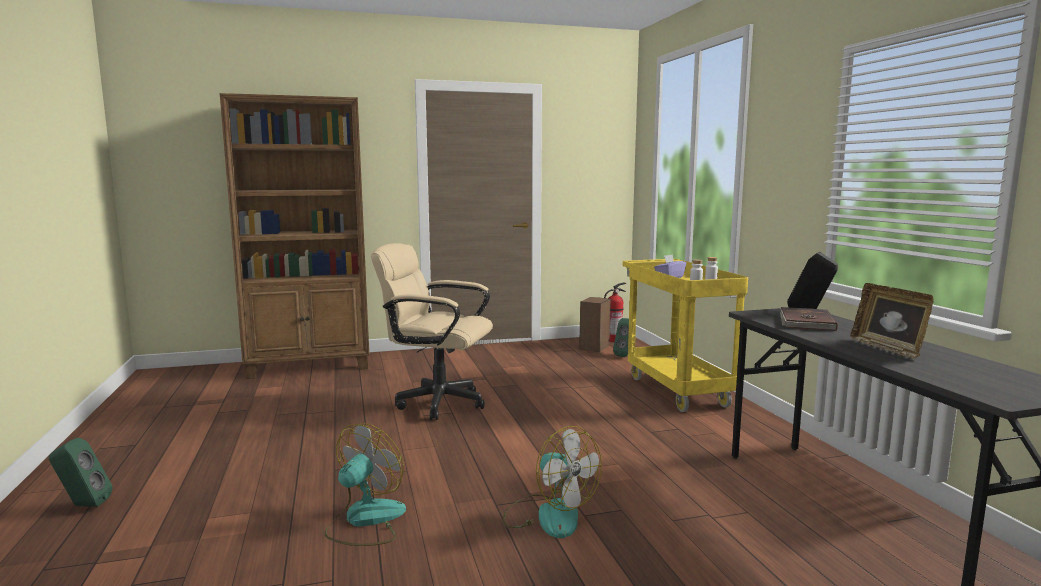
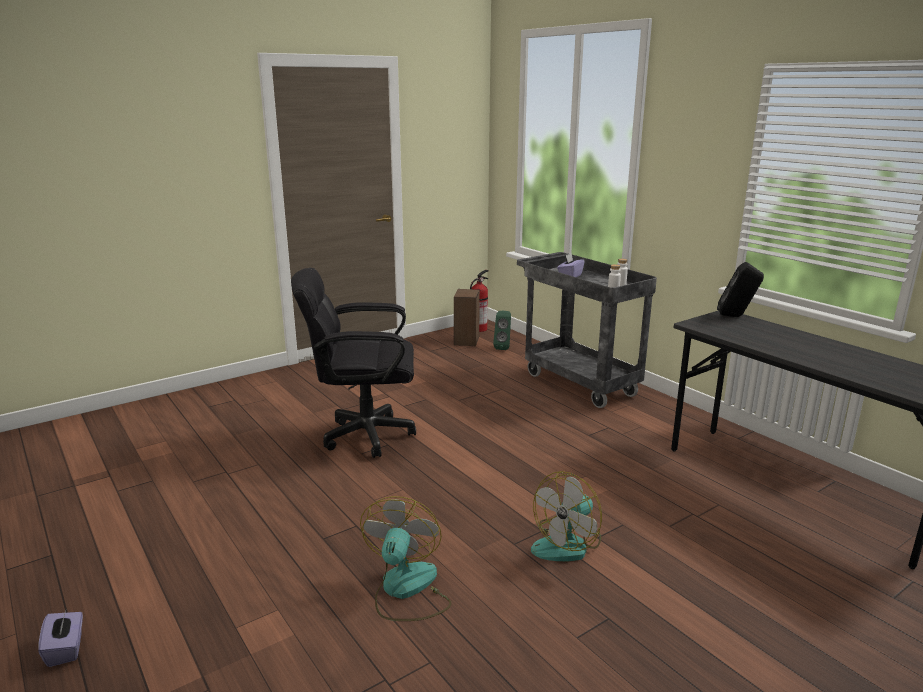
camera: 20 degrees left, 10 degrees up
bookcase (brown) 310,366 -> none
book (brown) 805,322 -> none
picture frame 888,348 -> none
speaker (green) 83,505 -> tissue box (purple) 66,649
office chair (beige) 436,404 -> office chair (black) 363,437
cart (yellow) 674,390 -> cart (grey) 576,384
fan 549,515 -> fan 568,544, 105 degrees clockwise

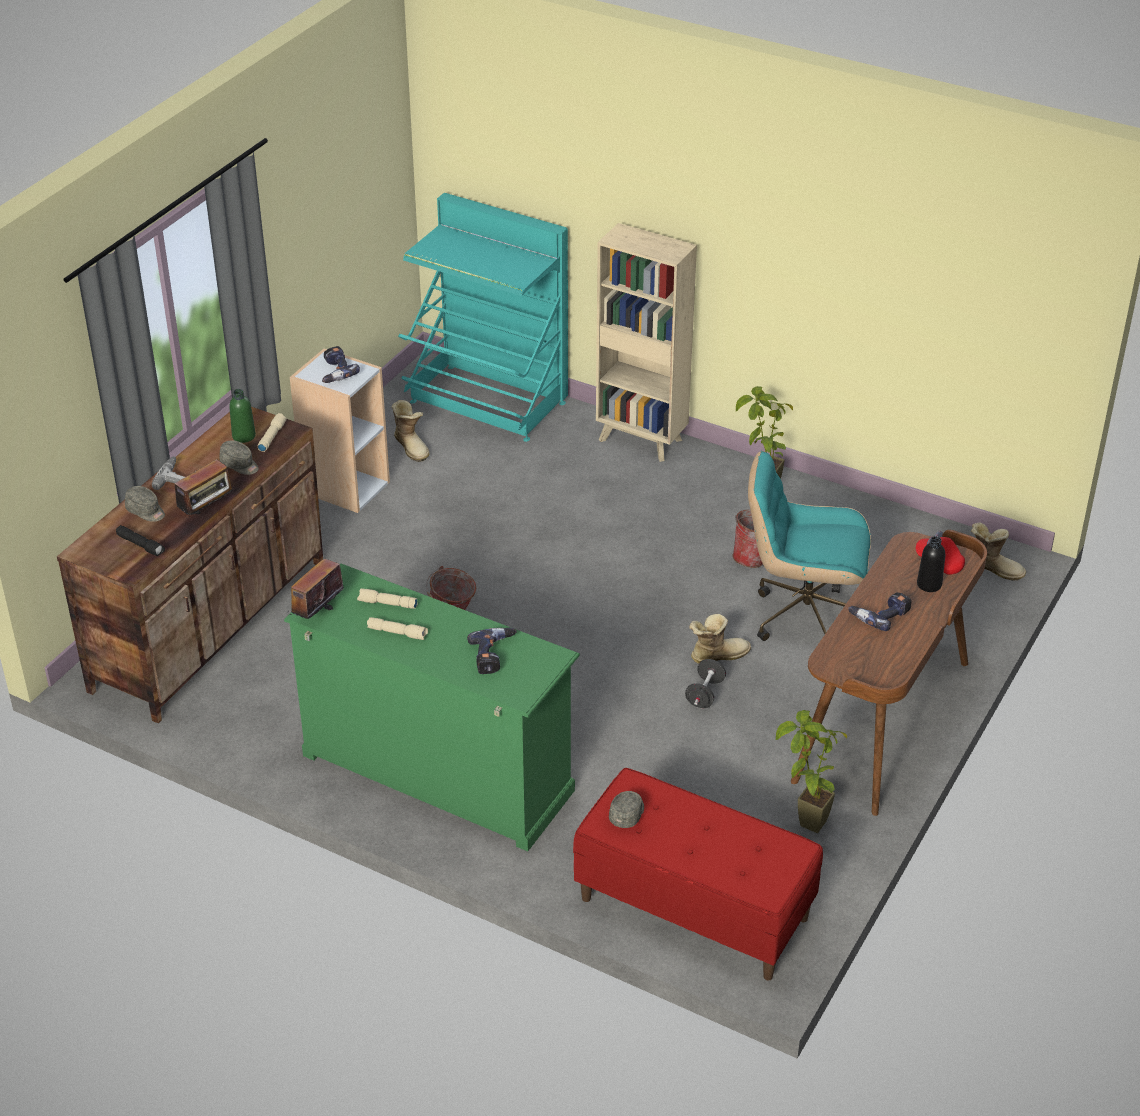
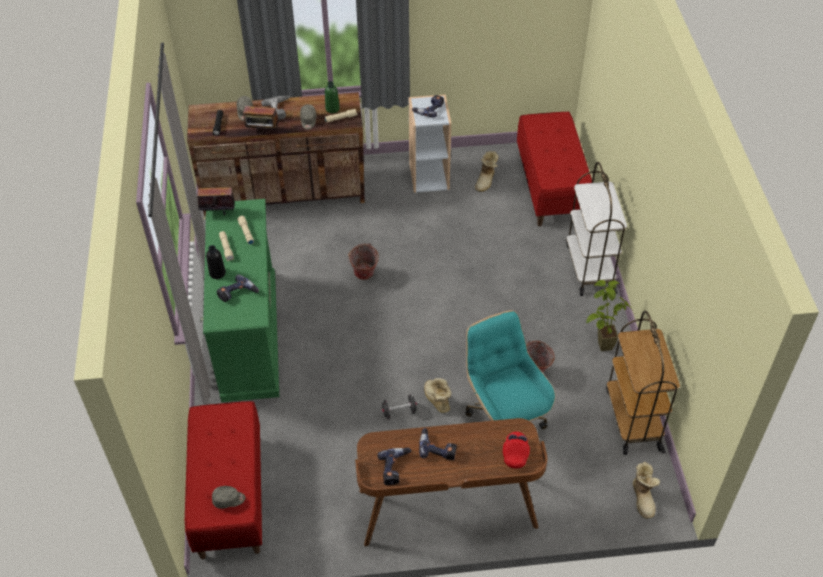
camera: 55 degrees right, 10 degrees up
potted plant 805,829 -> none
none -> power drill 395,468
none -> cart (brown) 633,418
cap (grey) 627,814 -> cap (grey) 229,500, moved
bottle (black) 929,584 -> bottle (black) 217,273, moved
shoe rack (turquoise) 484,405 -> bench (red) 551,187
bookcase (beige) 641,441 -> cart (white) 589,267
boot 717,655 -> boot 436,400, 150 degrees counterclockwise

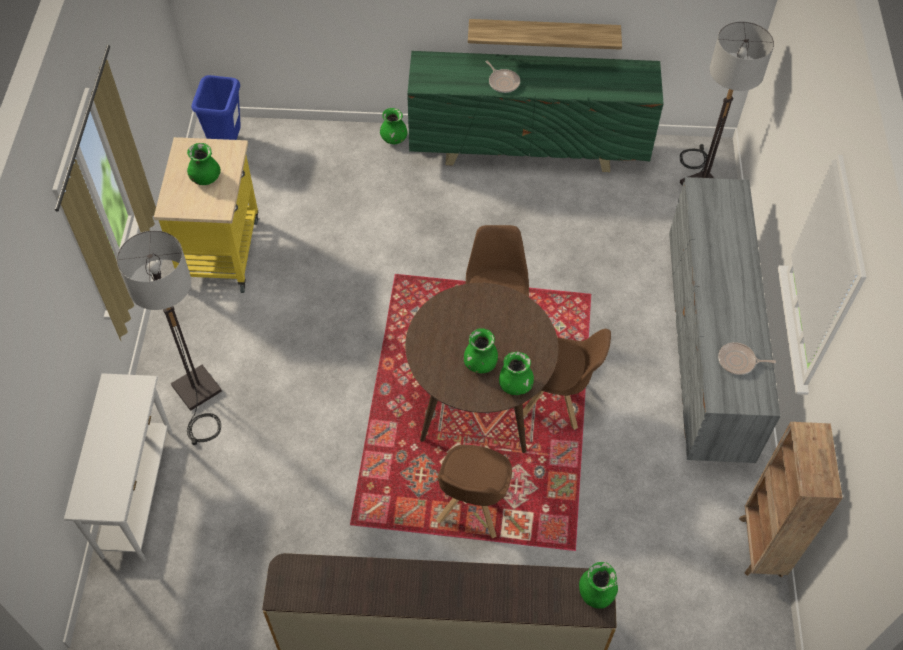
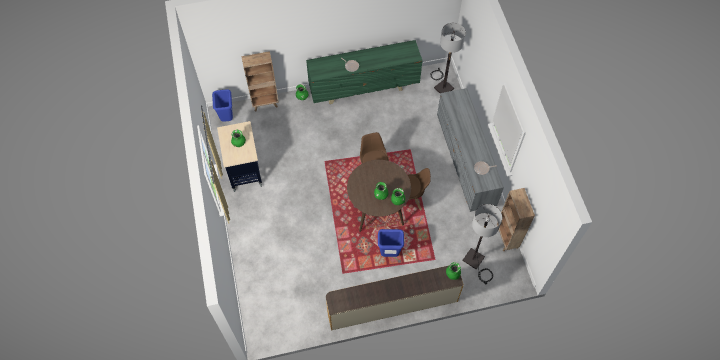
camera: 15 degrees left, 5 degrees up
console table (white) 137,492 -> none
shelf 543,33 -> none
none -> bookcase (brown) 265,104
floor lamp 198,400 -> floor lamp 476,264, moved
chair (brown) 472,507 -> trash can (blue) 389,253
cart (yellow) 220,253 -> cart (blue) 244,170

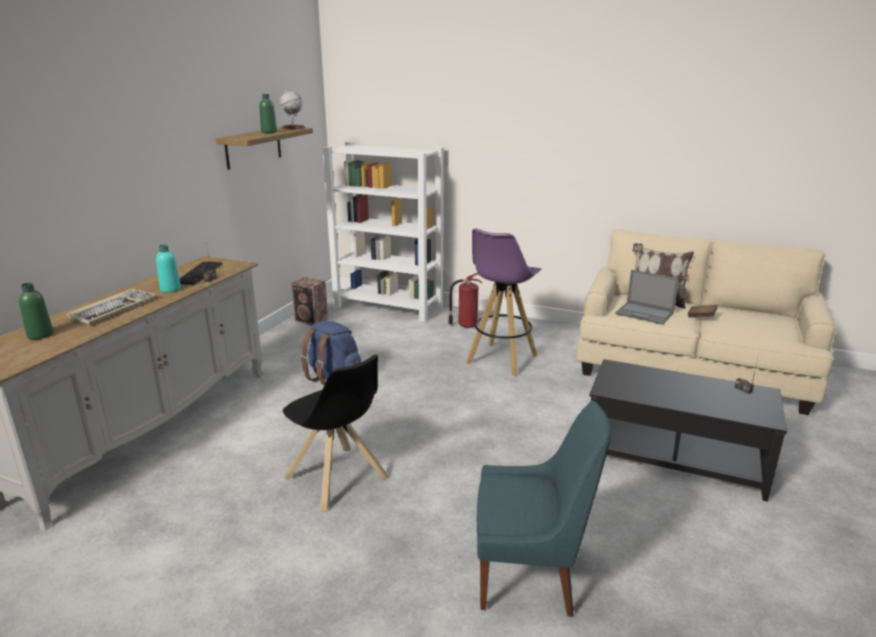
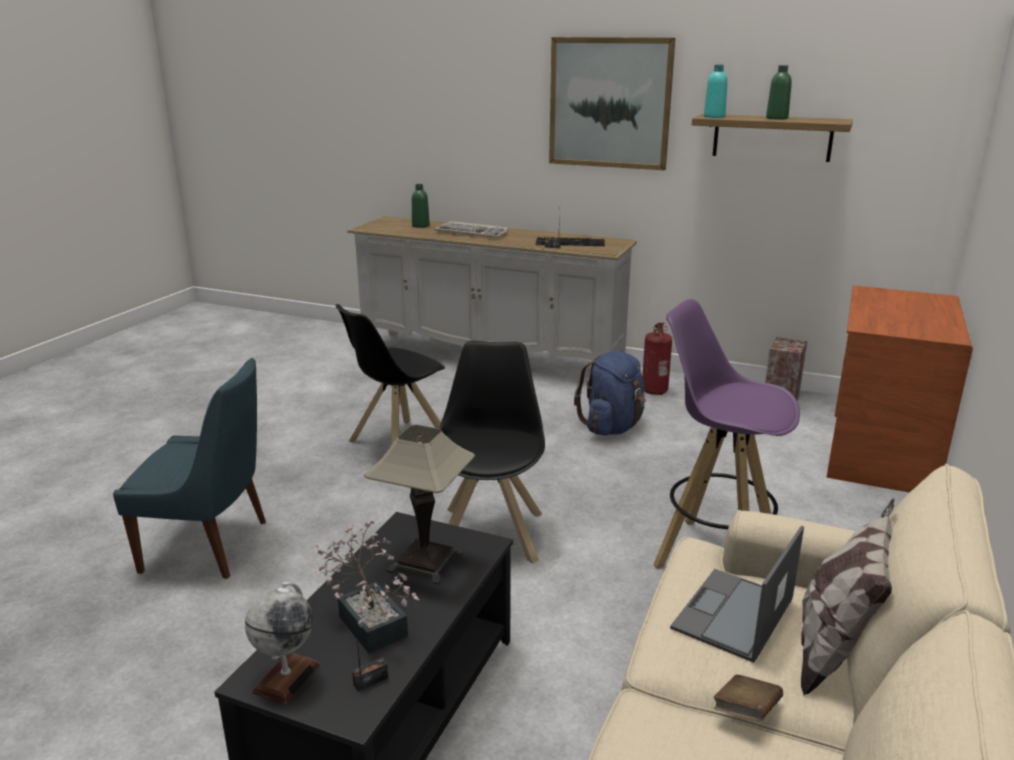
camera: 90 degrees right, 0 degrees up
none -> potted plant 370,621
none -> table lamp 425,562
none -> chair (black) 491,532
none -> picture 609,103
bottle (turquoise) 170,289 -> bottle (turquoise) 714,117, moved
globe 293,128 -> globe 286,678, moved
fire extinguisher 466,325 -> fire extinguisher 654,391, moved
bookcase (white) 388,306 -> desk (brown) 879,452
chair (blue) 530,575 -> chair (blue) 210,546, 90 degrees counterclockwise

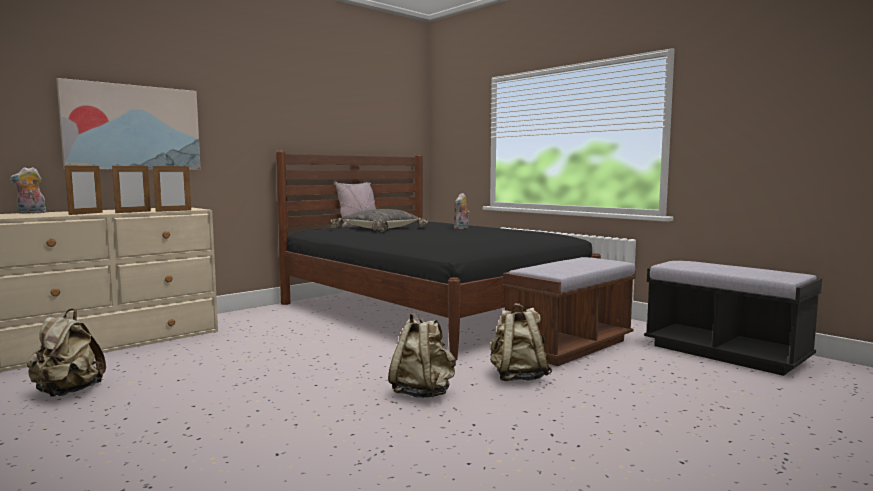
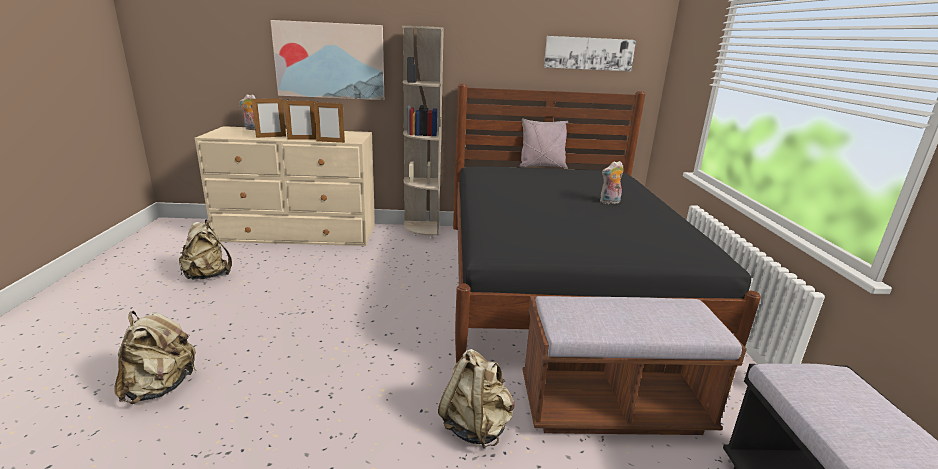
camera: 40 degrees right, 15 degrees up
pillow 380,228 -> none
none -> bookcase (beige) 422,232
none -> picture 588,53
backpack (beige) 423,393 -> backpack (beige) 160,387, moved

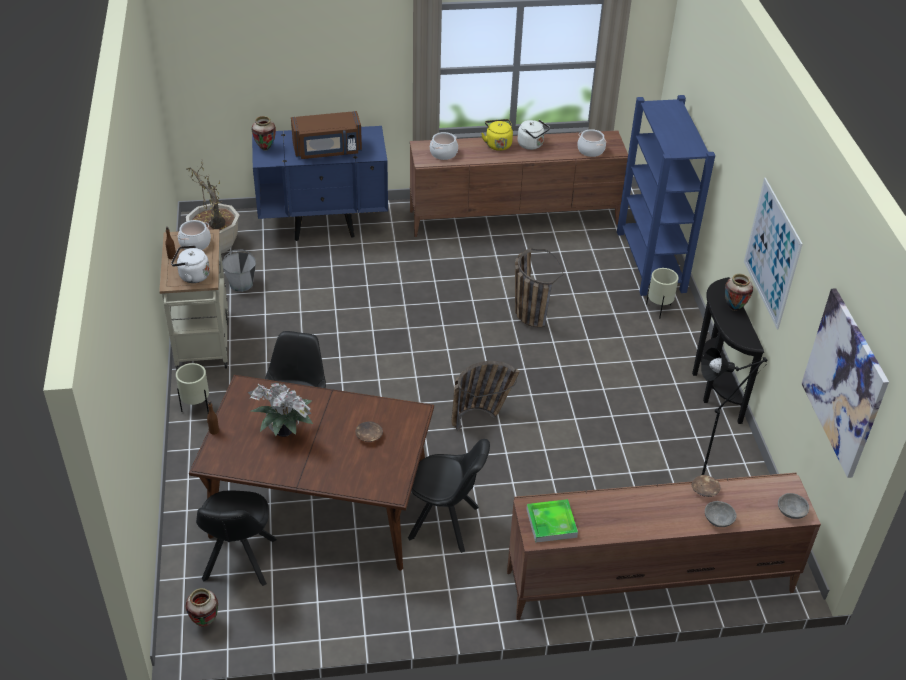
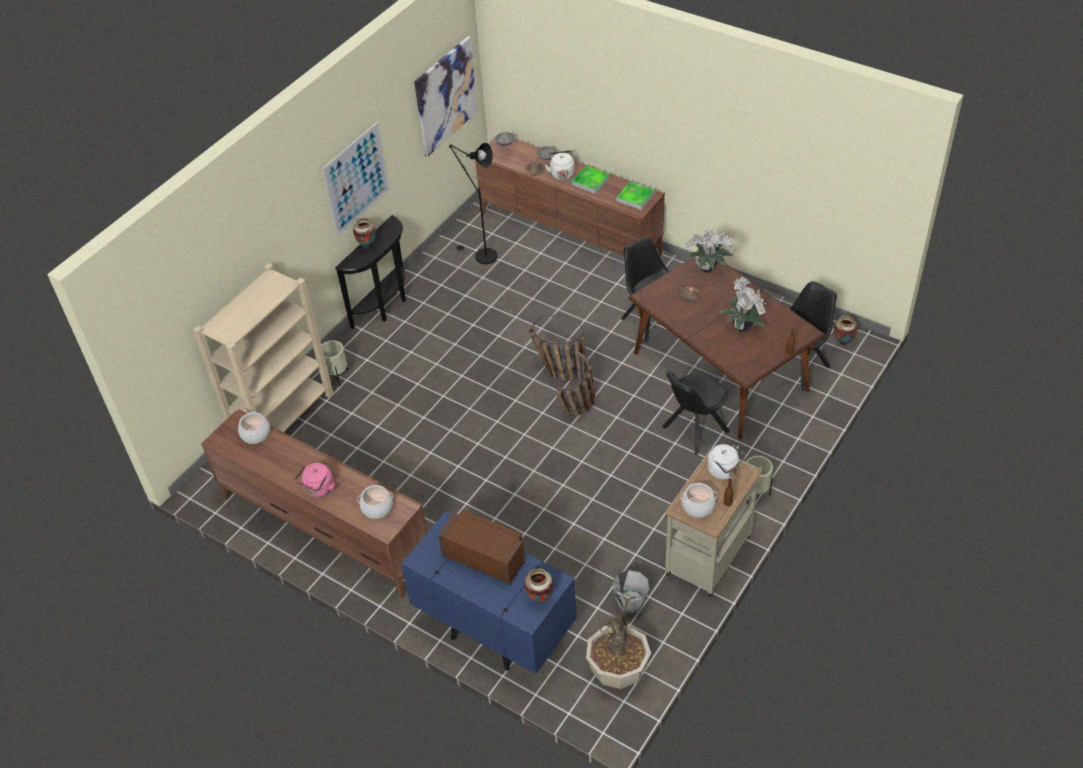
camera: 135 degrees left, 5 degrees up
none -> tray 590,181
none -> potted plant 708,269
basket 527,310 -> basket 576,409, moved
kettle (white) 532,145 -> kettle (white) 561,173, moved
kettle (yellow) 498,144 -> kettle (pink) 318,490
bookcase (blue) 651,261 -> bookcase (beige) 283,418

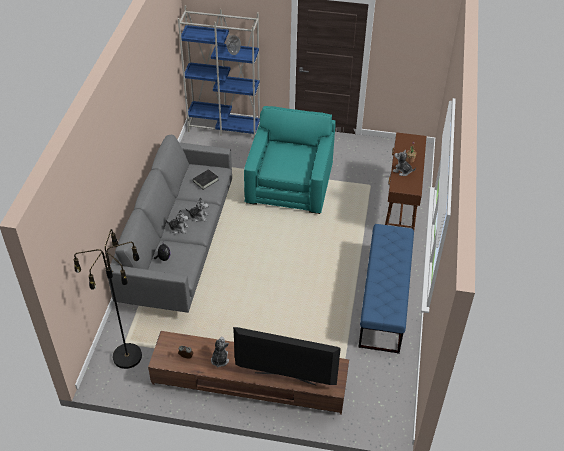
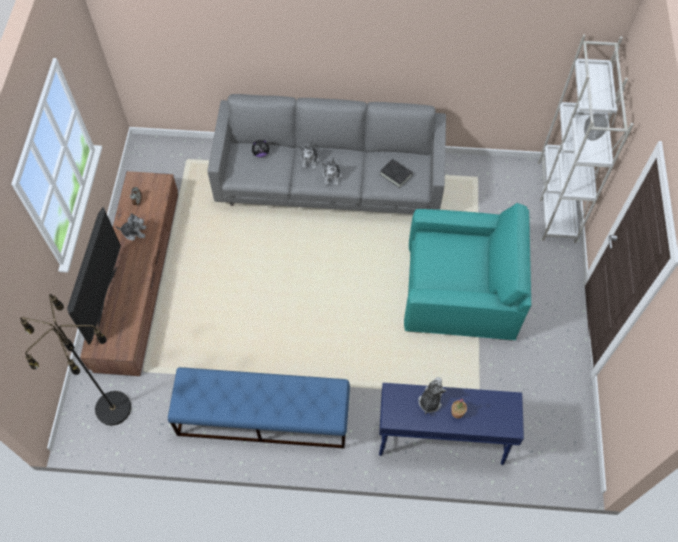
camera: 85 degrees right, 15 degrees up
floor lamp 127,357 -> floor lamp 112,409, moved
bookcase (blue) 224,128 -> bookcase (white) 556,201
console table (brown) 400,206 -> console table (blue) 441,438

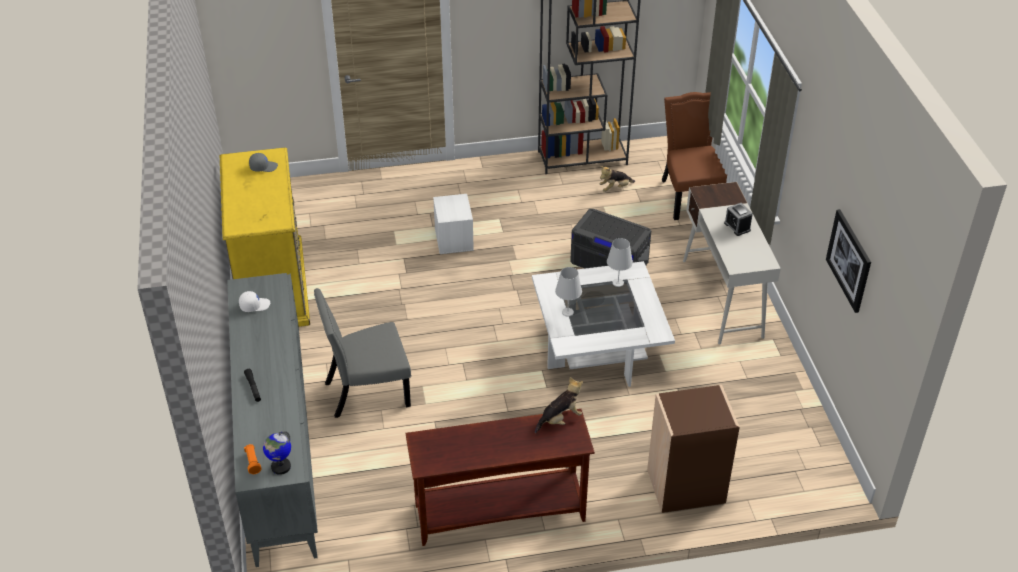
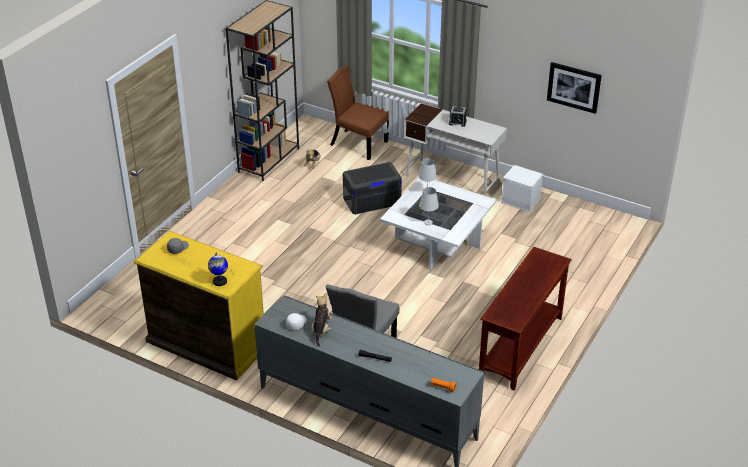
camera: 50 degrees left, 5 degrees down
bookcase (brown) 685,487 -> none
globe 280,467 -> globe 219,281, moved
storage box (white) 454,239 -> storage box (white) 521,201, moved
plush toy 560,419 -> plush toy 321,330, moved

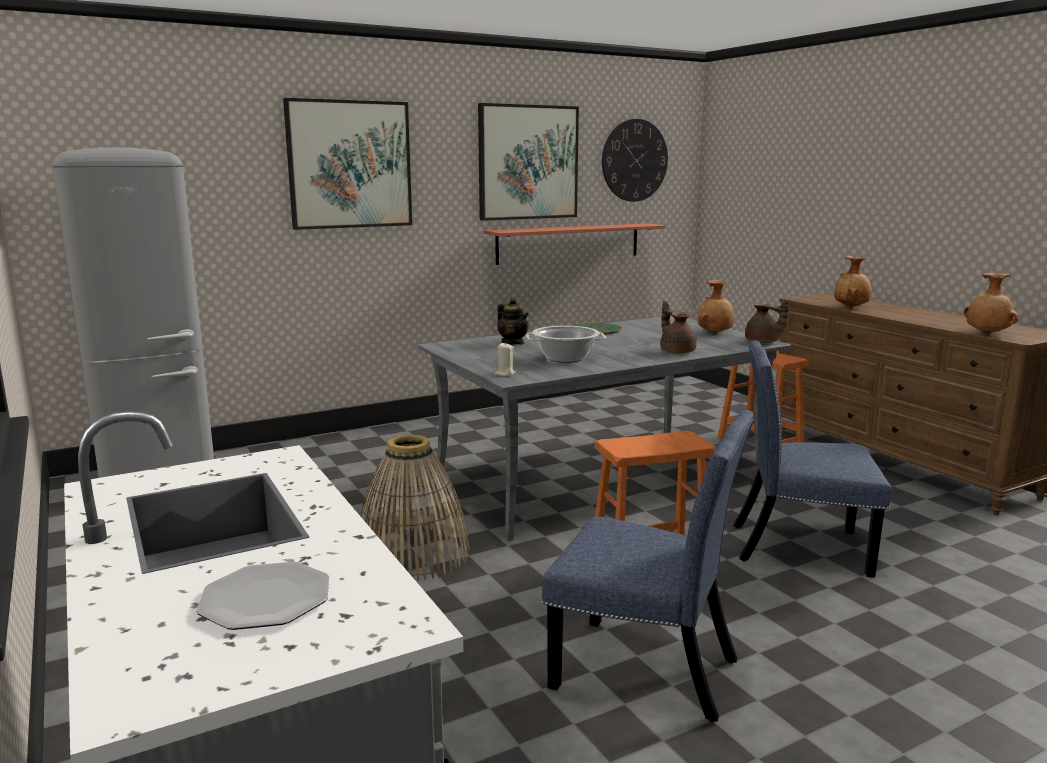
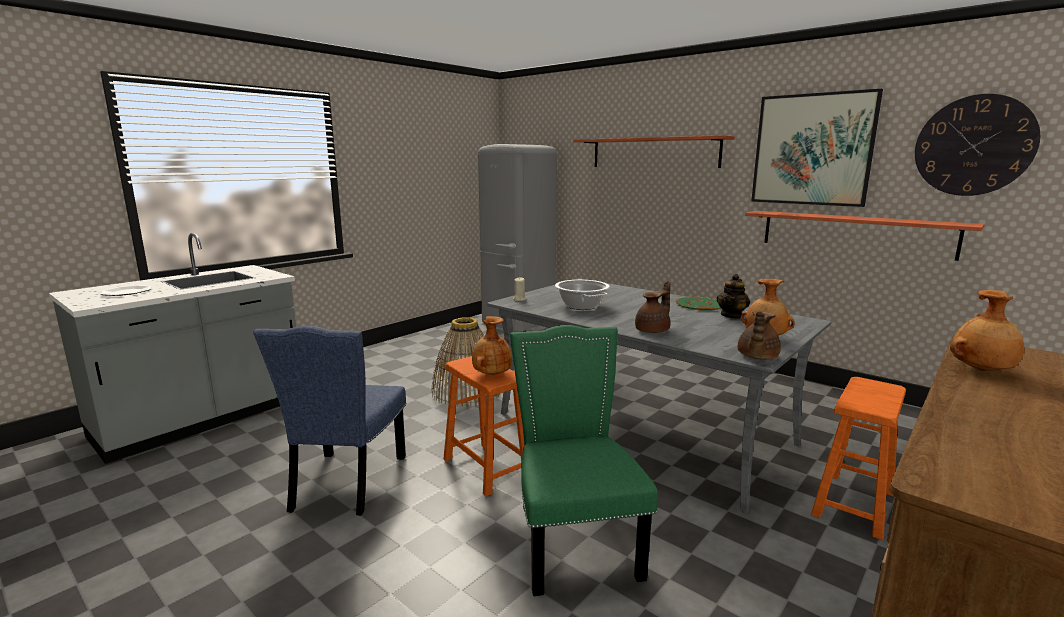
camera: 70 degrees right, 0 degrees up
teapot 513,343 -> teapot 732,315, moved
vase (brown) 987,333 -> vase (brown) 491,374, moved
picture 349,164 -> shelf 653,153
chair (blue) 802,548 -> chair (green) 574,544

